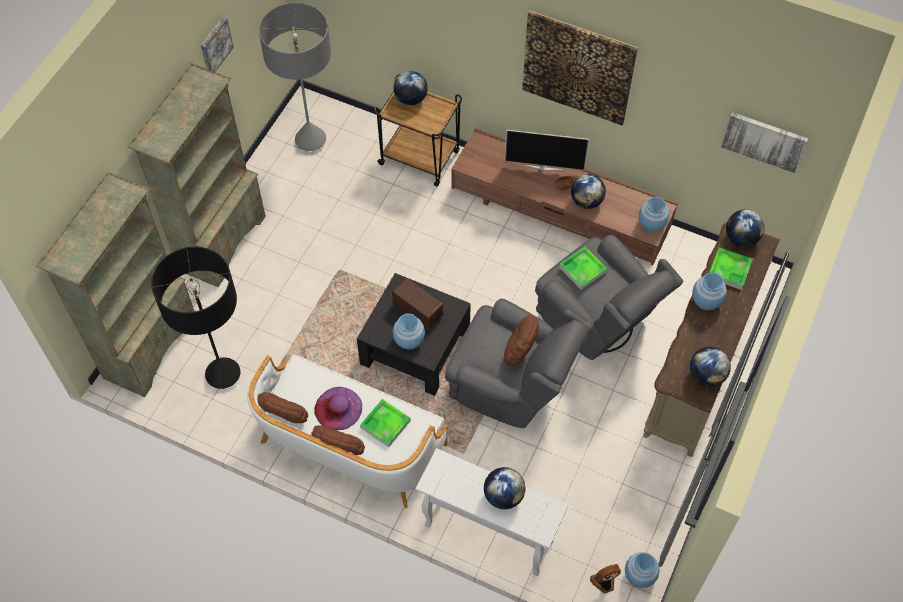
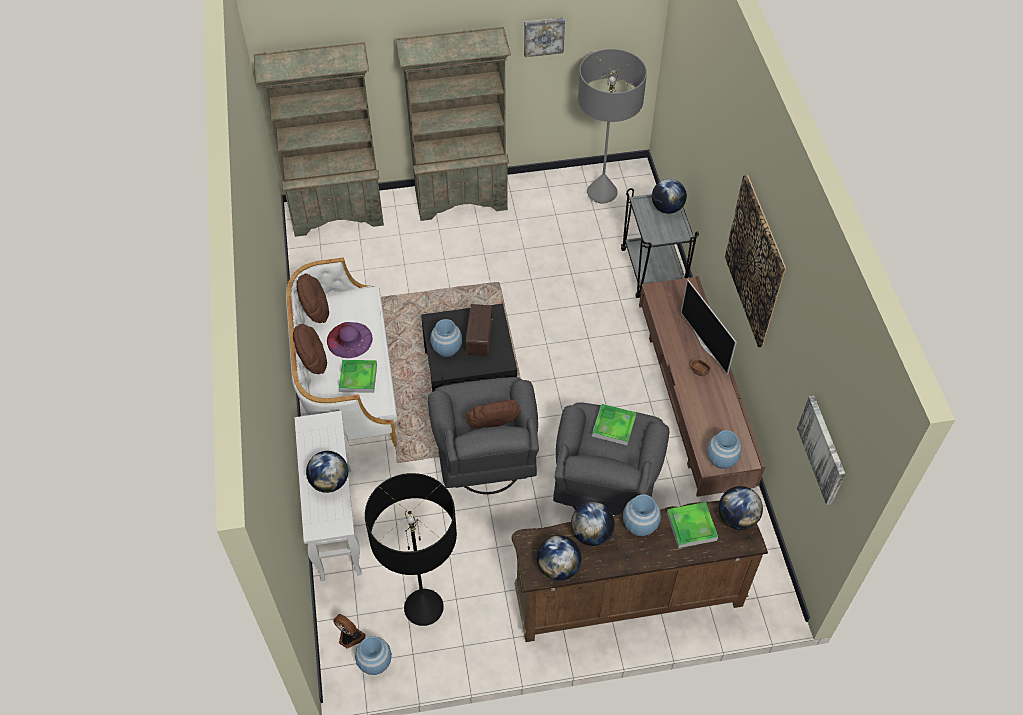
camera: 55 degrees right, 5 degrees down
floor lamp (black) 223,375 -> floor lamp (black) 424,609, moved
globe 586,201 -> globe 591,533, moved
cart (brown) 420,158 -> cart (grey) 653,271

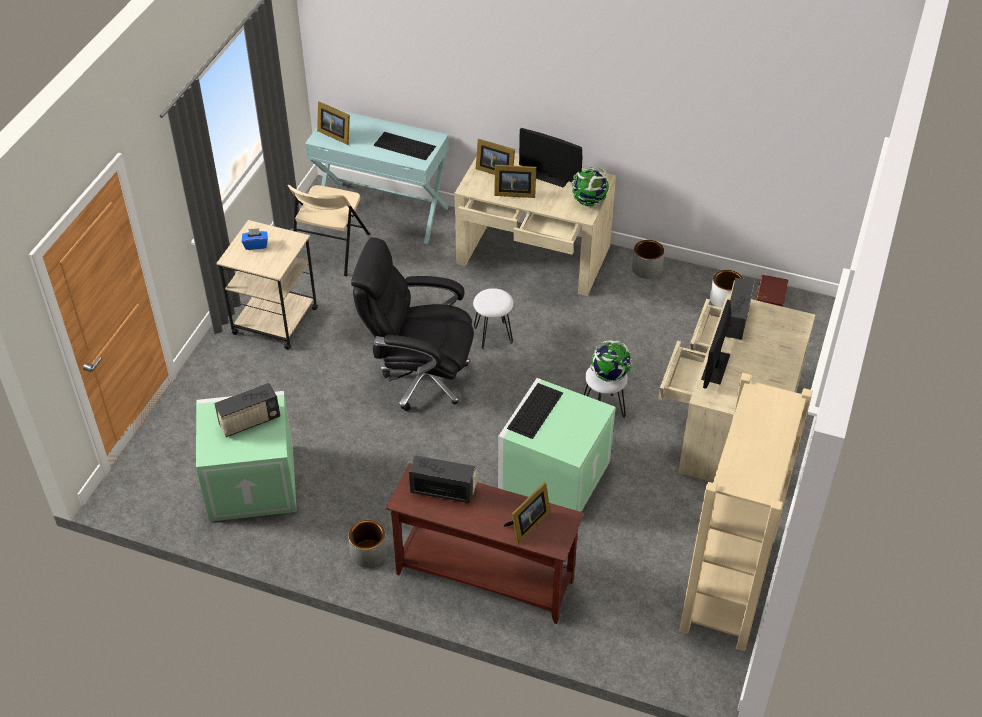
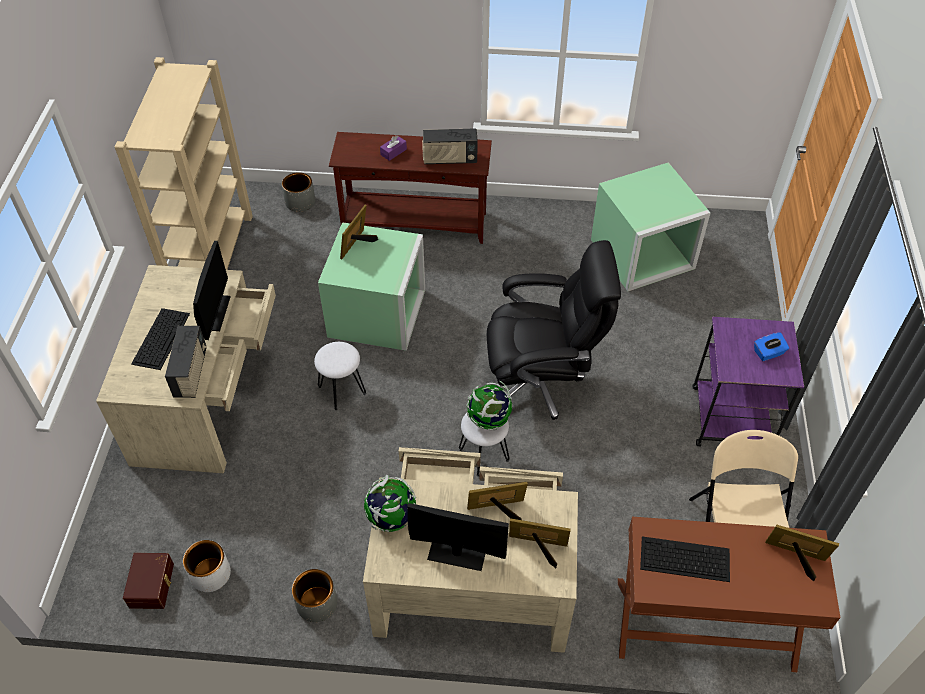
camera: 165 degrees right, 5 degrees up
radio 249,422 -> none
none -> tissue box (purple) 393,152
planter (grey) 368,554 -> planter (grey) 300,202, moved
picture frame 527,525 -> picture frame 358,245, moved
keyboard 535,411 -> keyboard 161,338, moved
globe 609,376 -> globe 489,419, moved
cart (beige) 275,320 -> cart (purple) 731,420
desk (turquoise) 382,211 -> desk (brown) 704,624

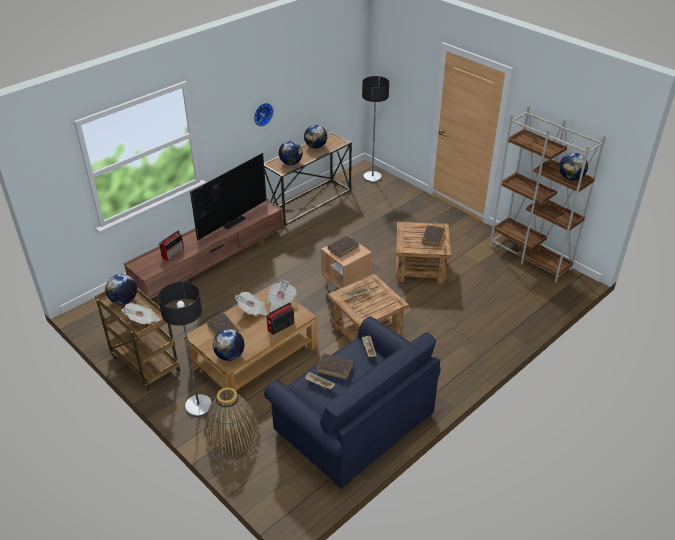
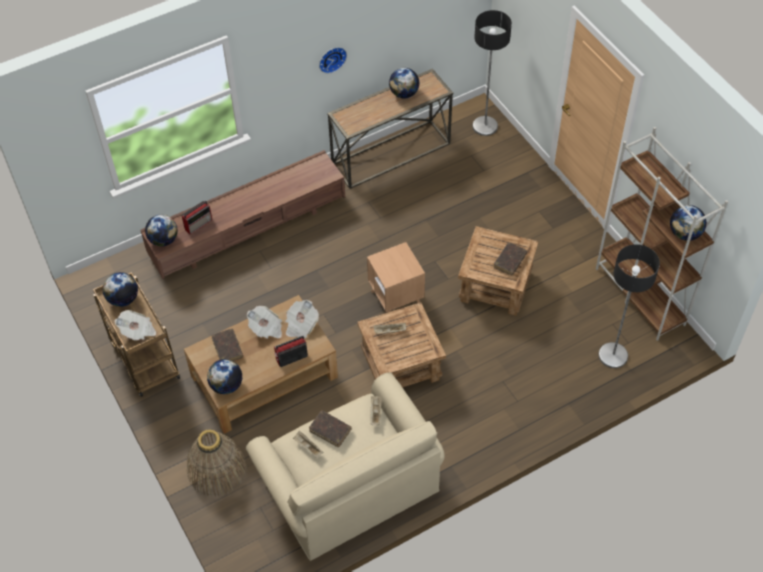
camera: 15 degrees right, 15 degrees up
television 232,220 -> none
book (brown) 343,249 -> none
floor lamp 198,406 -> floor lamp 612,356, moved
globe 291,163 -> globe 164,240, moved
sofa (blue) 353,423 -> sofa (beige) 348,485

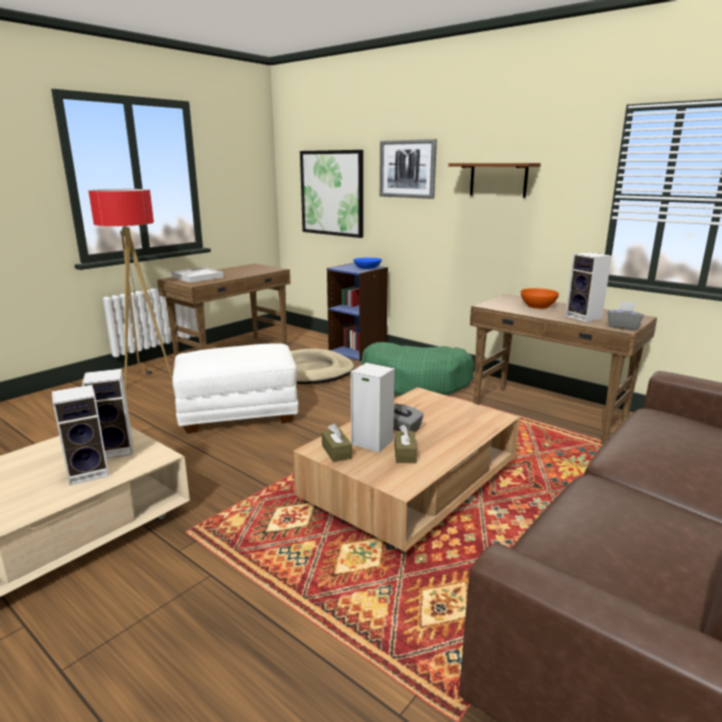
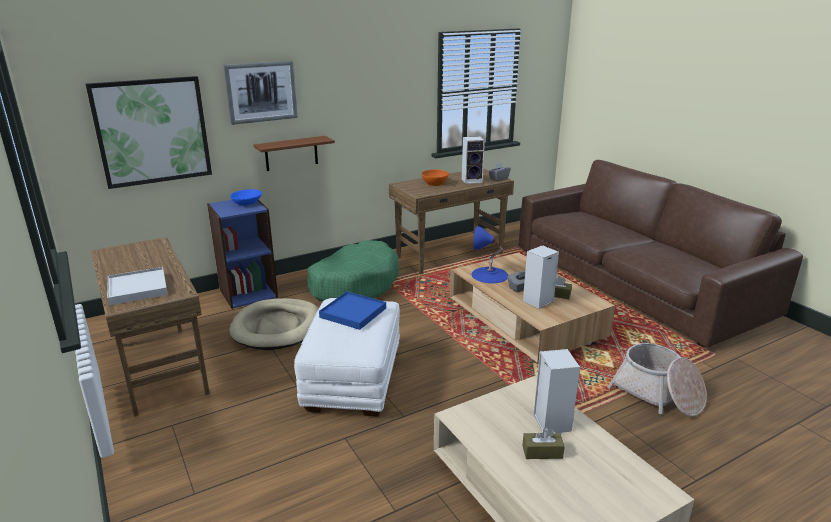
camera: 70 degrees left, 5 degrees up
speaker 116,449 -> none
floor lamp 146,378 -> none
none -> tray (blue) 353,312
none -> table lamp (blue) 489,275
none -> basket 658,394
tissue box (brown) 336,452 -> tissue box (brown) 542,452, moved
shelf (brown) 498,180 -> shelf (brown) 291,153, moved

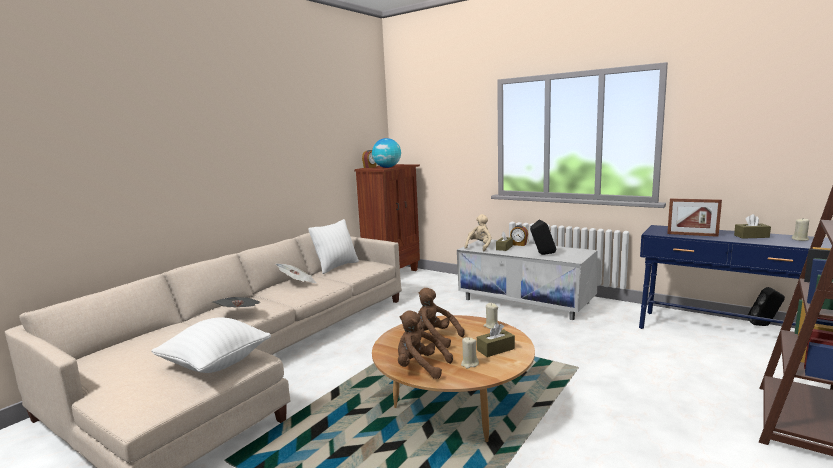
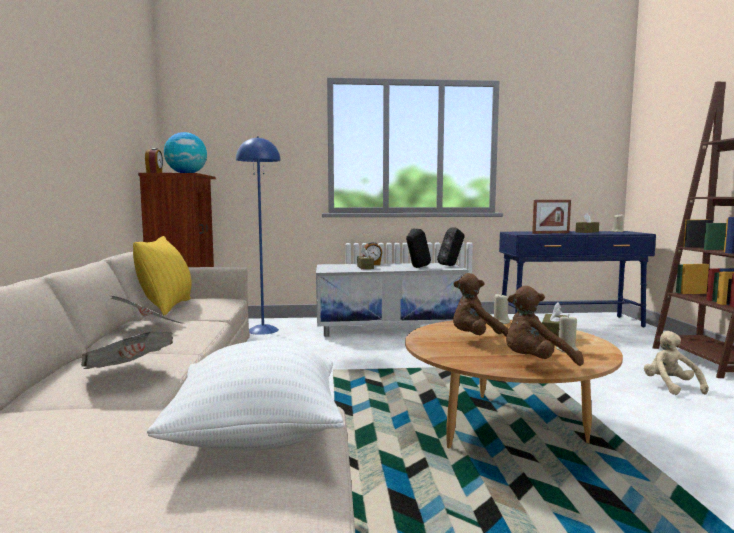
camera: 40 degrees left, 5 degrees down
none -> floor lamp (blue) 263,330
plush toy (beige) 479,247 -> plush toy (beige) 670,386, moved
speaker (black) 764,325 -> speaker (black) 451,265, moved
pillow (white) 336,267 -> pillow (yellow) 167,307

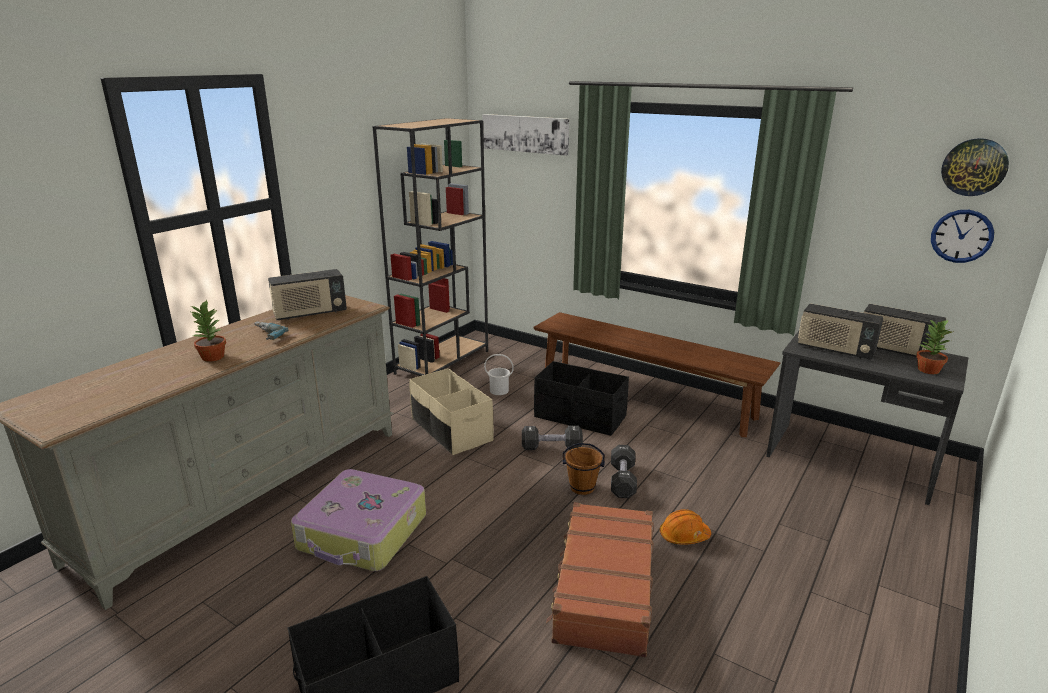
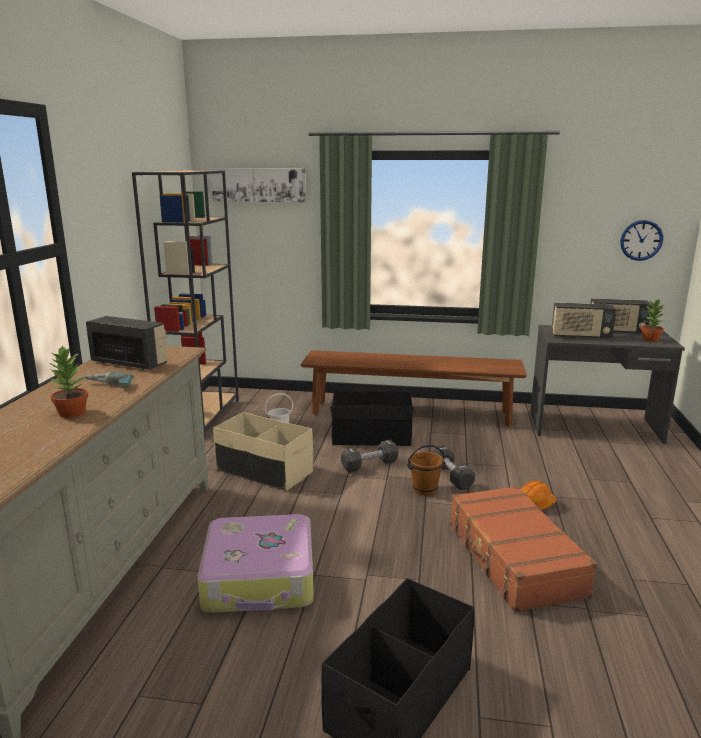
camera: 25 degrees left, 5 degrees down
wall clock 974,167 -> none
radio 310,314 -> radio 130,363, 105 degrees counterclockwise

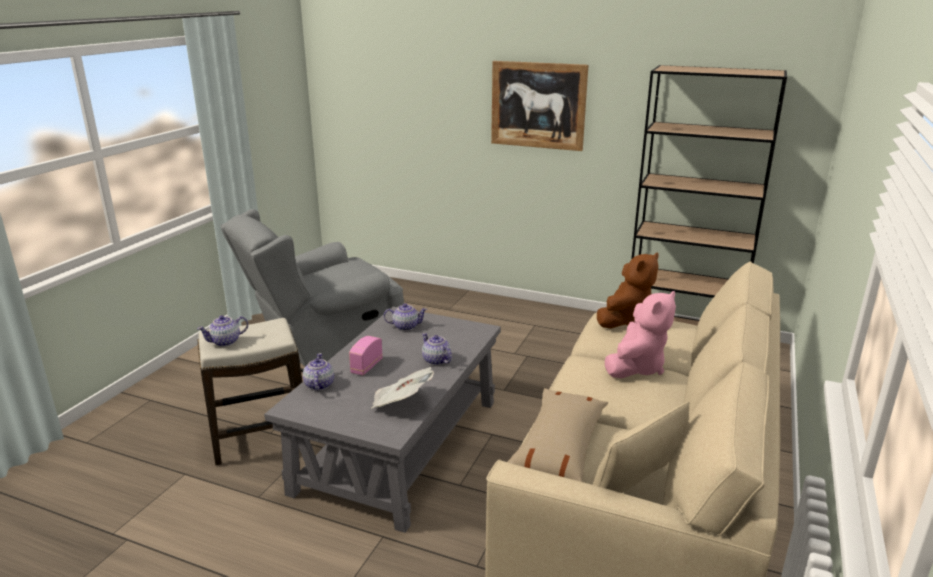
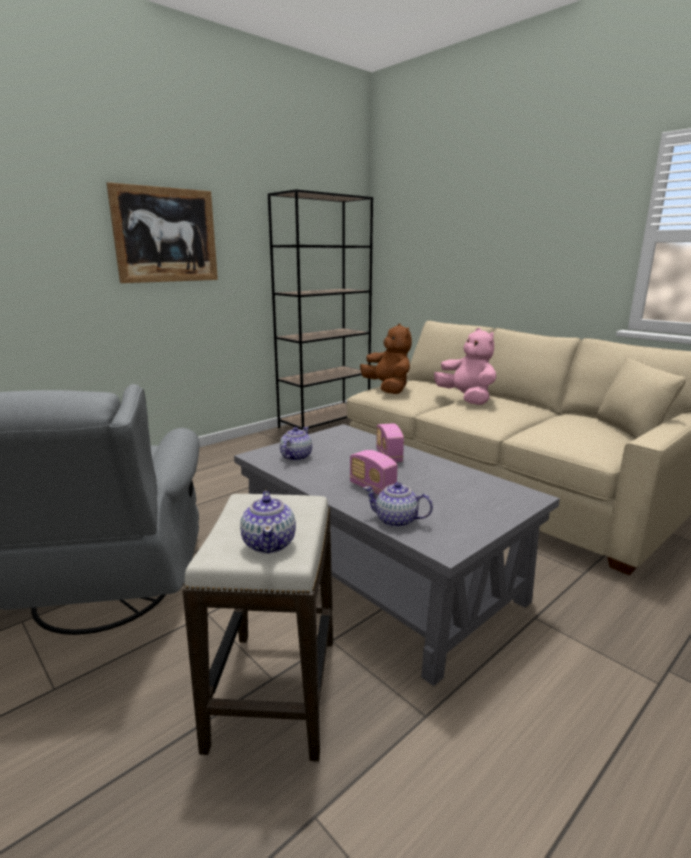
camera: 65 degrees left, 5 degrees down
newspaper 401,402 -> none
pillow (beige) 559,446 -> none
teapot 436,360 -> radio 389,456

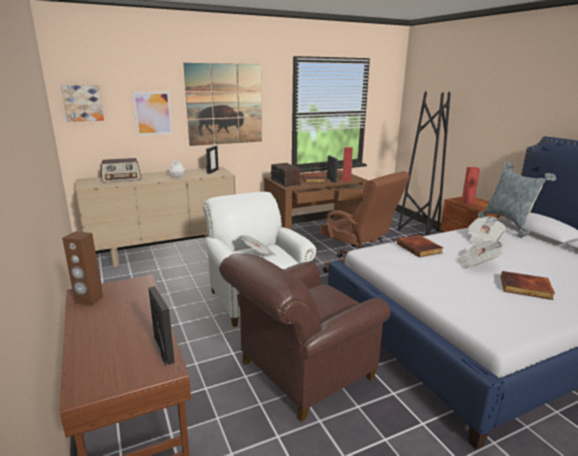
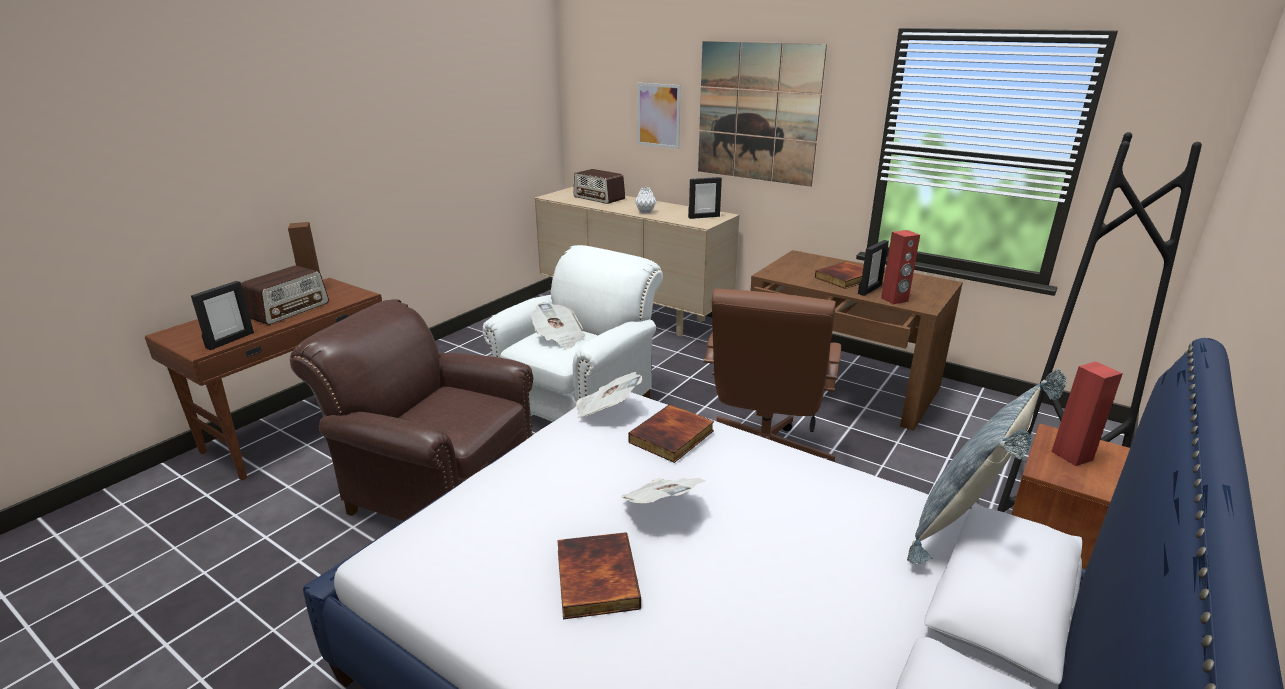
camera: 60 degrees right, 5 degrees up
picture 83,103 -> none
radio 285,182 -> radio 288,310, moved
newspaper 483,240 -> newspaper 606,410, moved

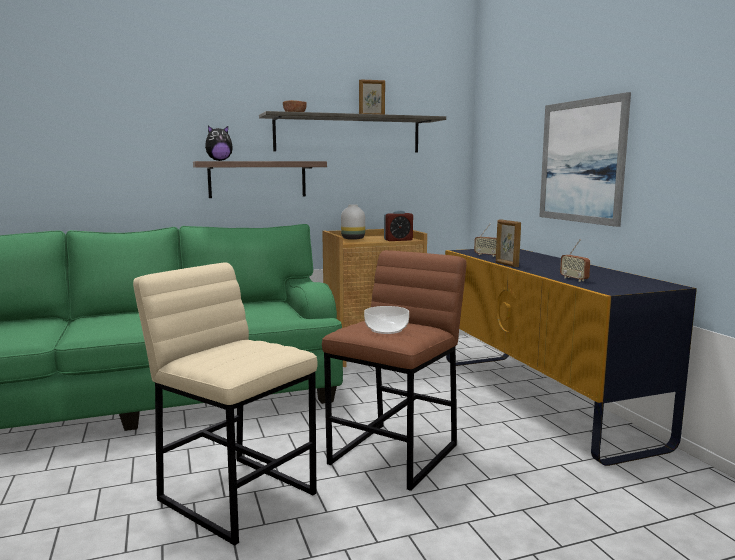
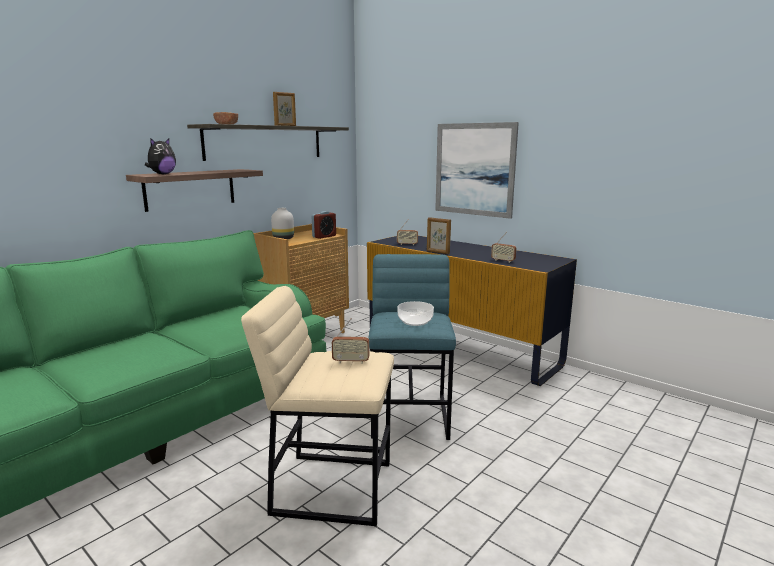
camera: 30 degrees left, 5 degrees up
none -> radio 351,361
stool (brown) 395,452 -> stool (blue) 409,414

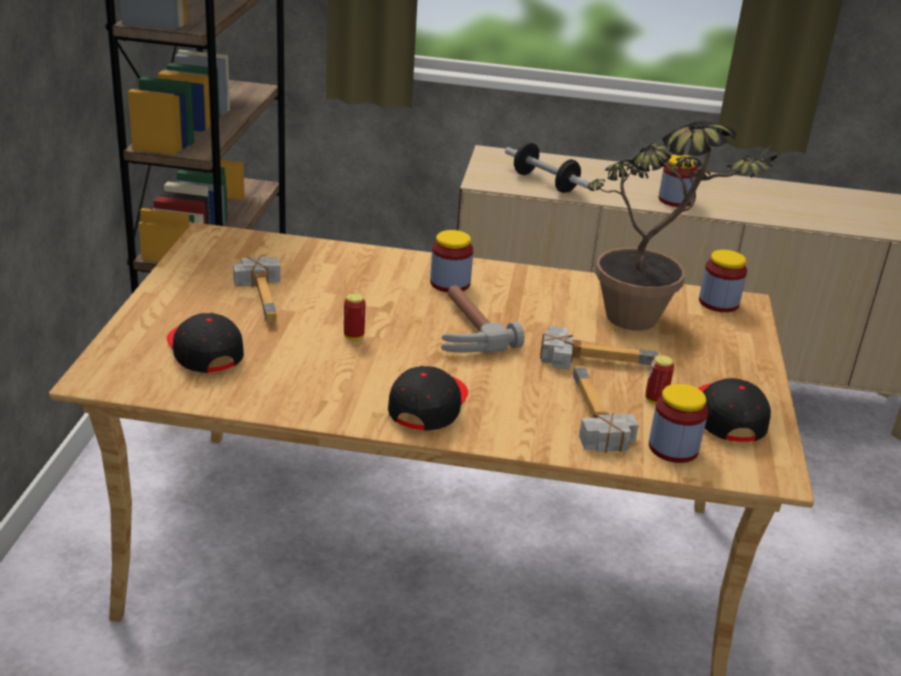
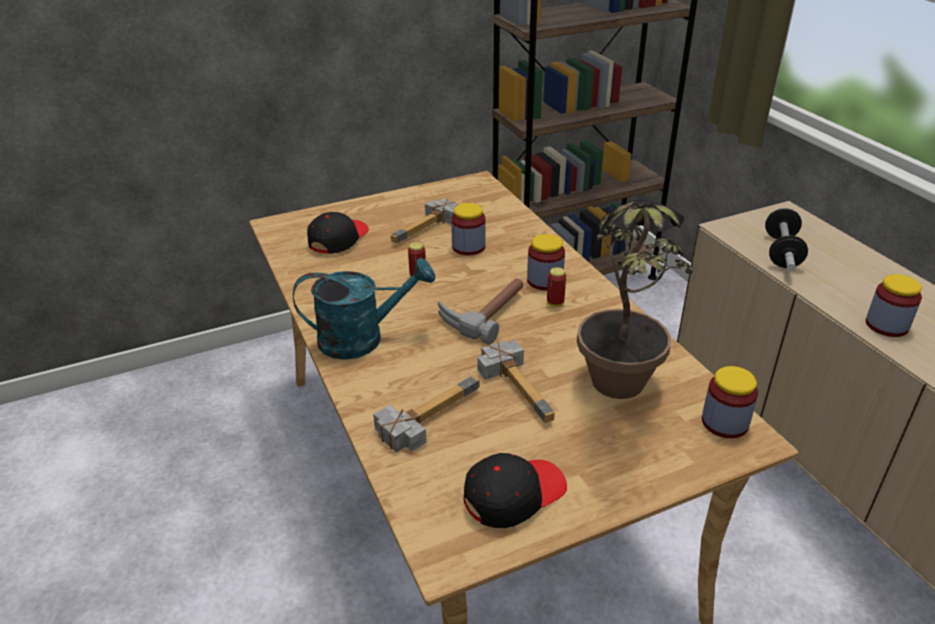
camera: 60 degrees right, 5 degrees up
can 655,400 -> can 555,303, moved
jar 673,448 -> jar 468,247, moved
cap (black) 428,406 -> watering can (turquoise) 362,338

